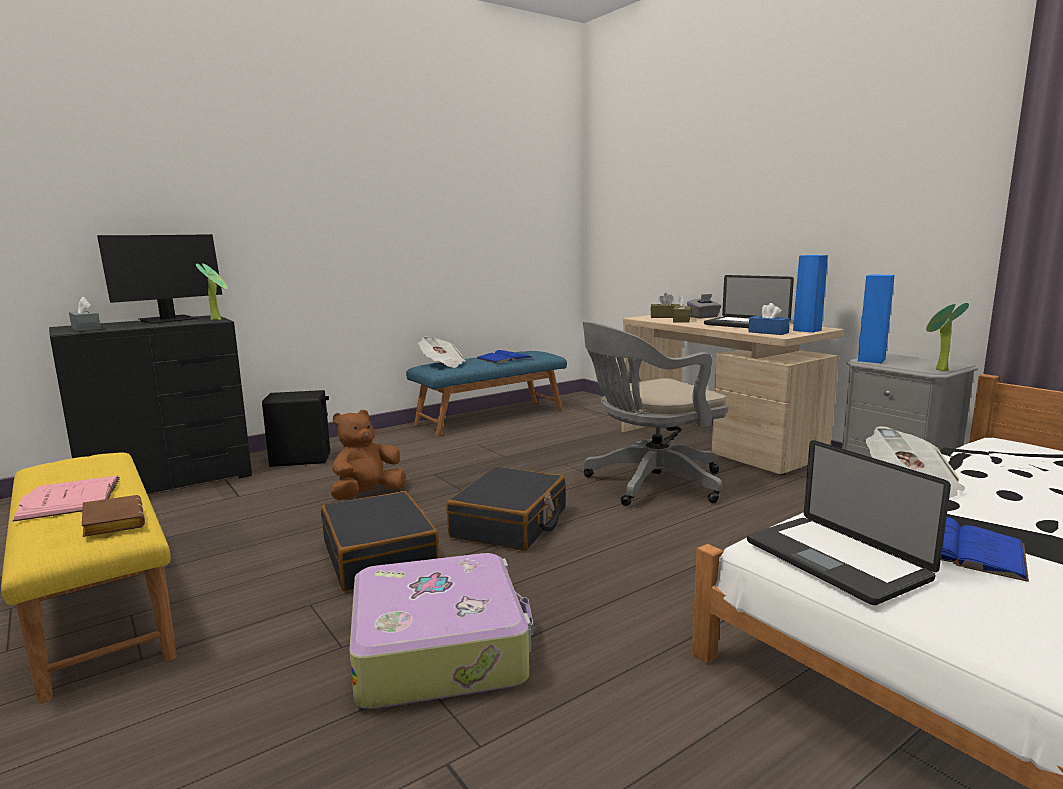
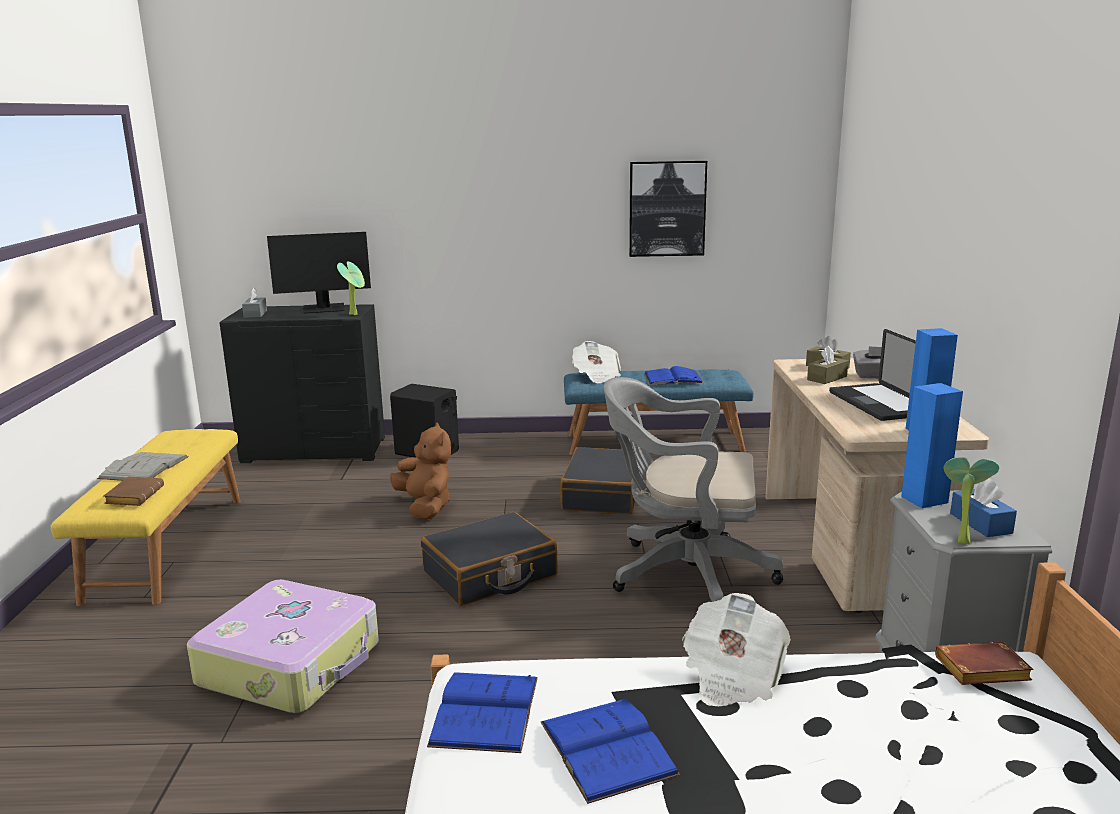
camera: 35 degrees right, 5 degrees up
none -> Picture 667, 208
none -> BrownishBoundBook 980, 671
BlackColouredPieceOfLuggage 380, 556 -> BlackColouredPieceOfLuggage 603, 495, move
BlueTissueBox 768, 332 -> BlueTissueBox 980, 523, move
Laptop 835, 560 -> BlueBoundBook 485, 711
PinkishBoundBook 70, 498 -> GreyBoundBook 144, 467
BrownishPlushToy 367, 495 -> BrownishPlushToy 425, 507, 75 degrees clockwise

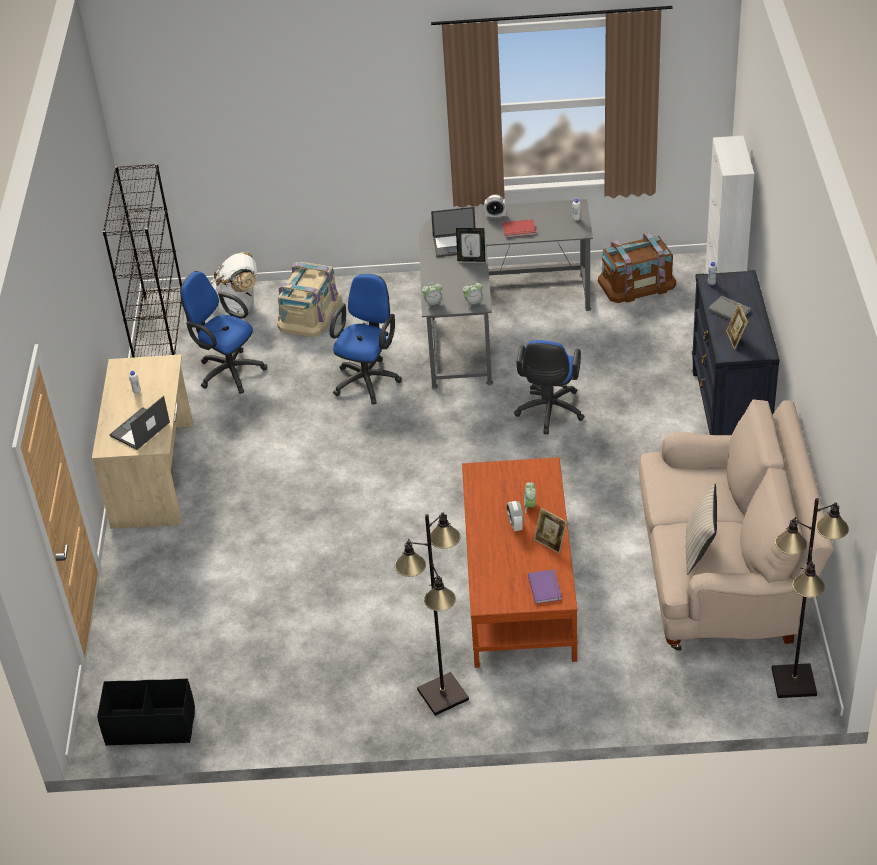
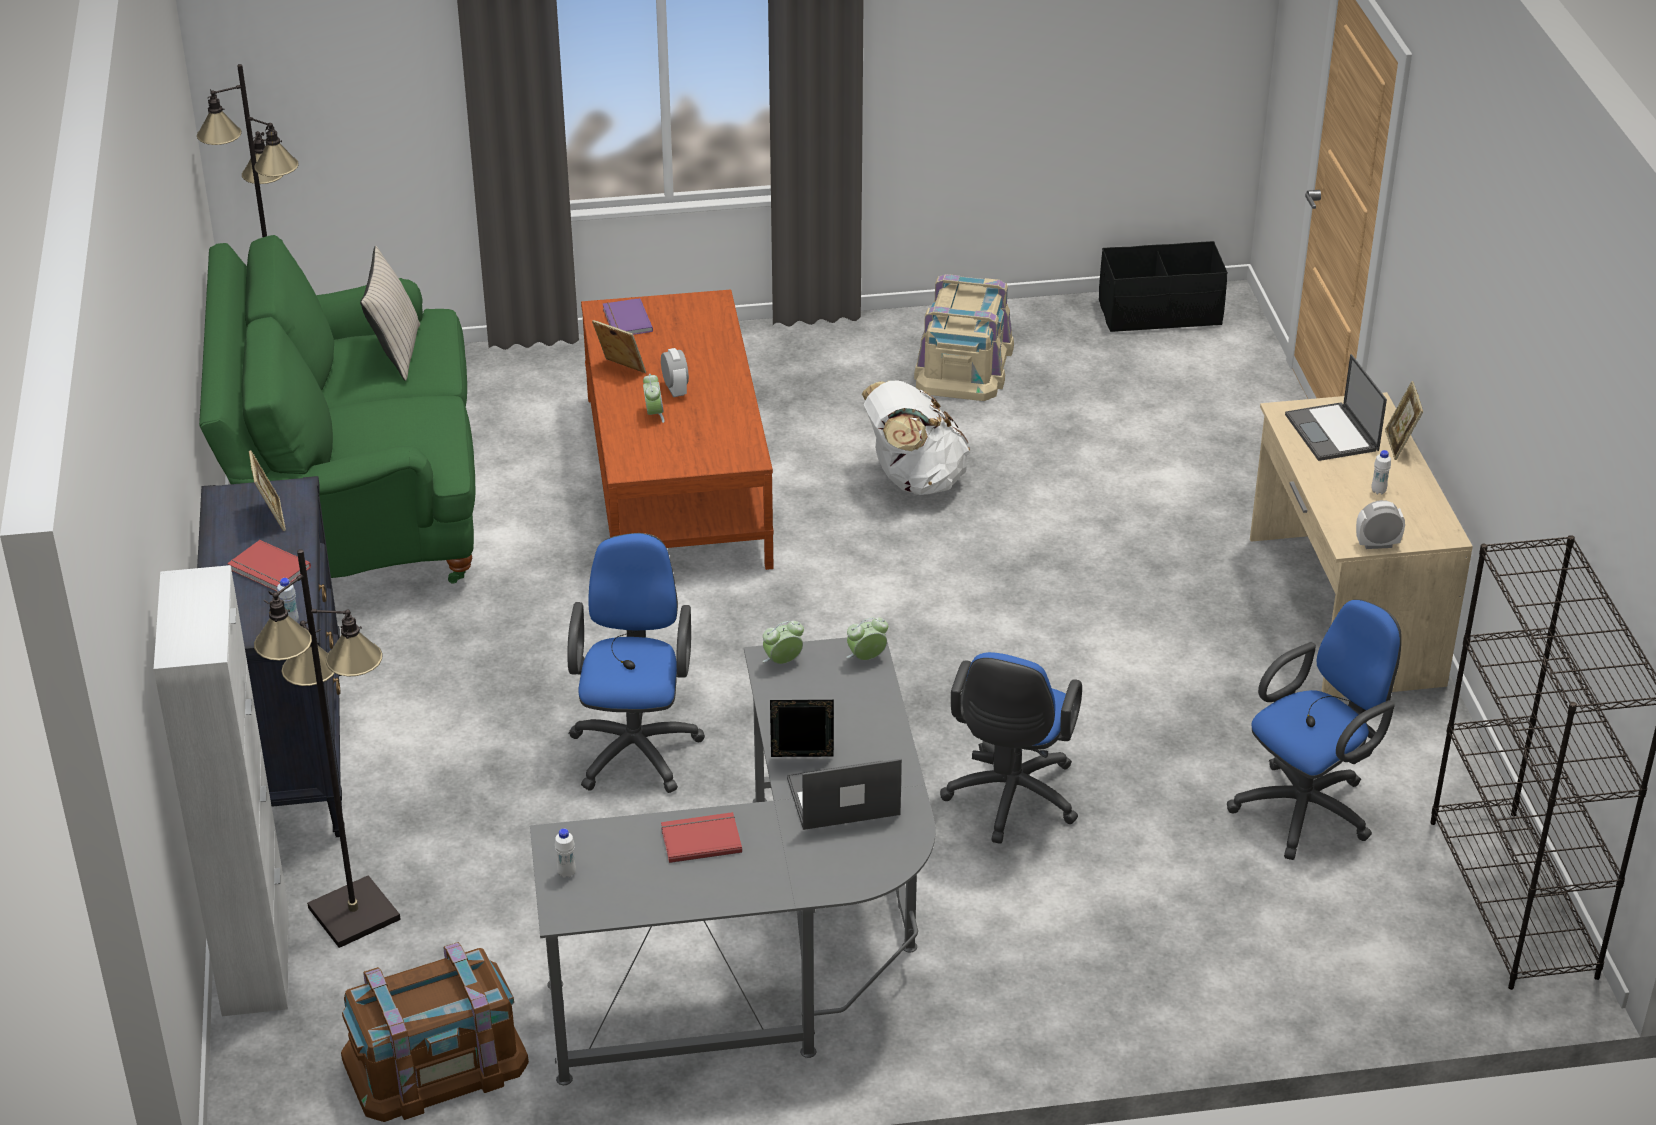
camera: 170 degrees right, 5 degrees down
none -> StandingFrame 1400, 445
WhiteKnapsack 237, 308 -> WhiteKnapsack 913, 480, move
BeigeStorageContainer 309, 312 -> BeigeStorageContainer 965, 363, move
BlackColouredFloorLamp 443, 695 -> BlackColouredFloorLamp 352, 913, move
AlarmClock 495, 216 -> AlarmClock 1377, 544, move
BeigeSettee 724, 575 -> GreenColouredSettee 355, 504
GreyBoundBook 729, 310 -> ReddishBoundBook 268, 570
Laptop 139, 430 -> Laptop 1332, 433, 135 degrees clockwise
BlueDeskChair 228, 371 -> BlueDeskChair 1309, 808, 60 degrees counterclockwise

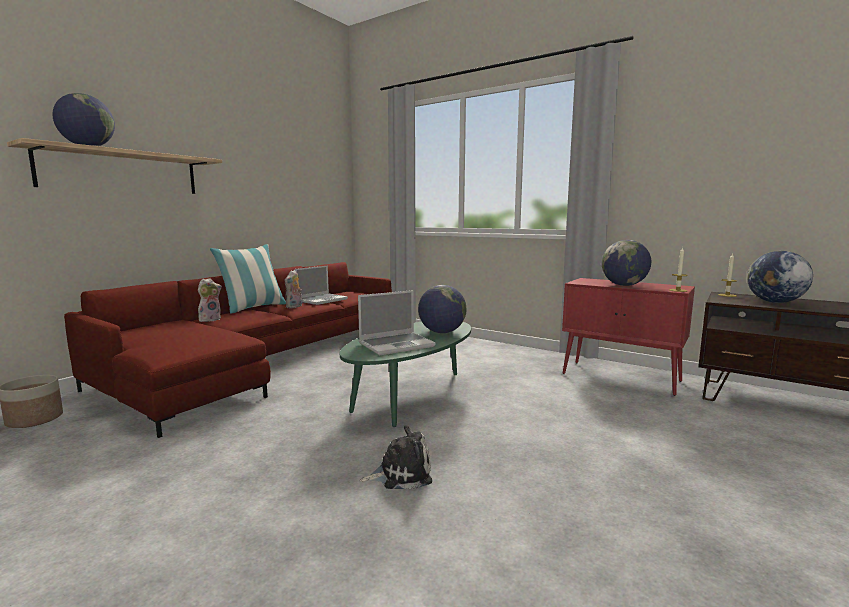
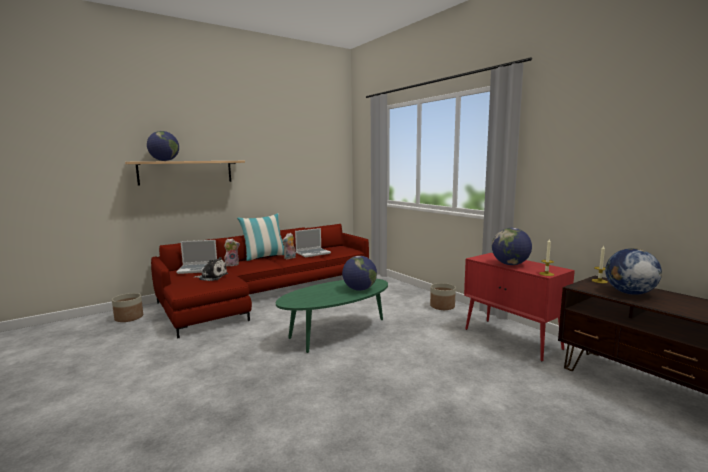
camera: 20 degrees right, 0 degrees up
none -> FlowerPot 442, 306
Laptop 397, 345 -> Laptop 198, 269, move
PlushToy 401, 474 -> PlushToy 212, 277, move

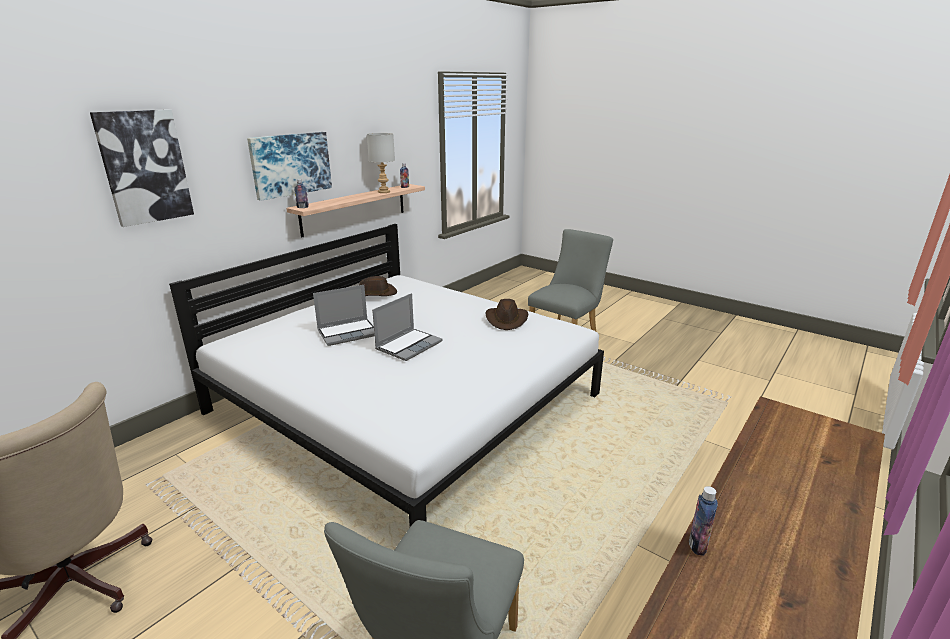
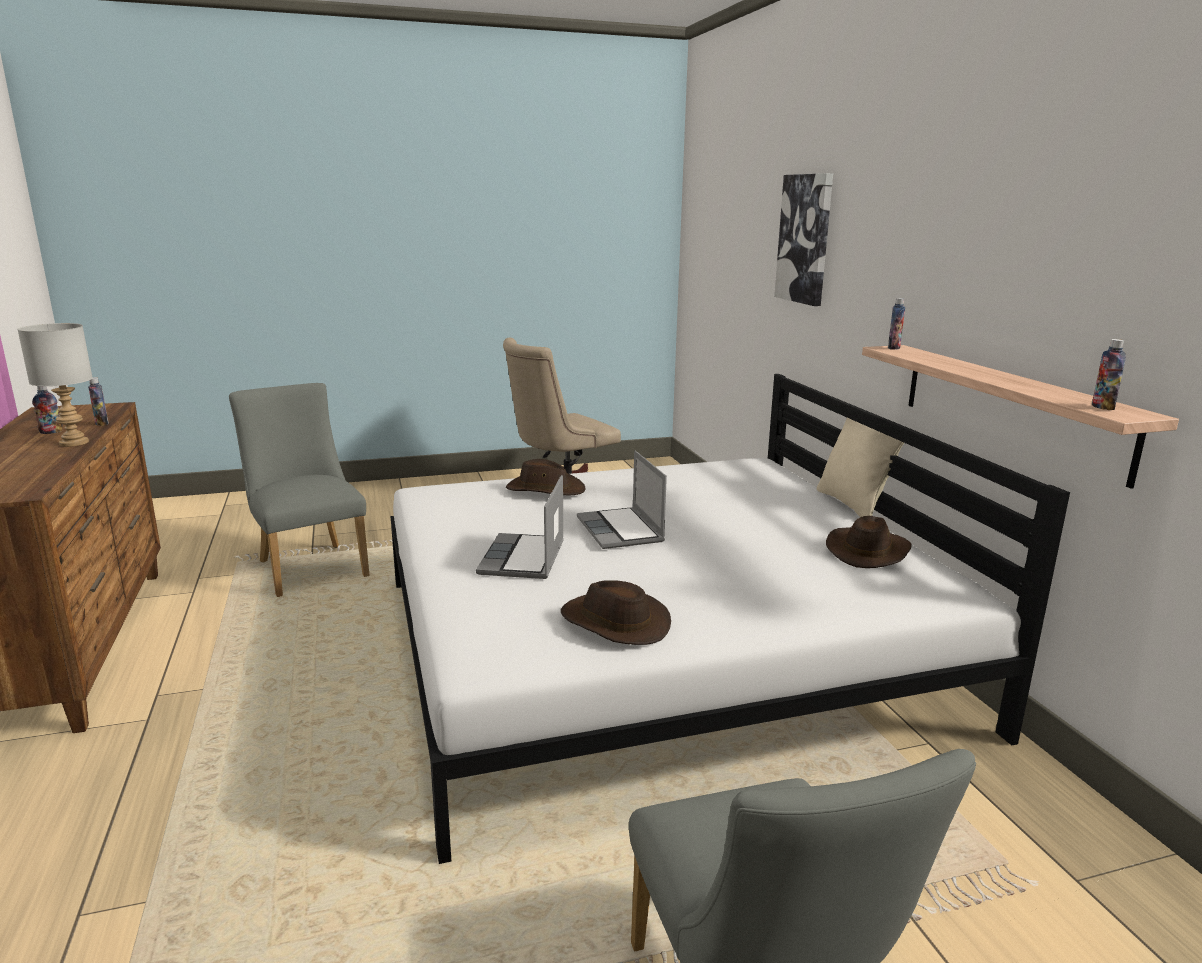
camera: 125 degrees right, 5 degrees down
Picture 290, 164 -> none
none -> DrinkBottle 51, 432
none -> BrownishHat 545, 489
none -> BeigeThrowPillow 853, 504
Laptop 348, 333 -> Laptop 523, 559, move
GreyTabletopLamp 383, 192 -> GreyTabletopLamp 75, 443, move

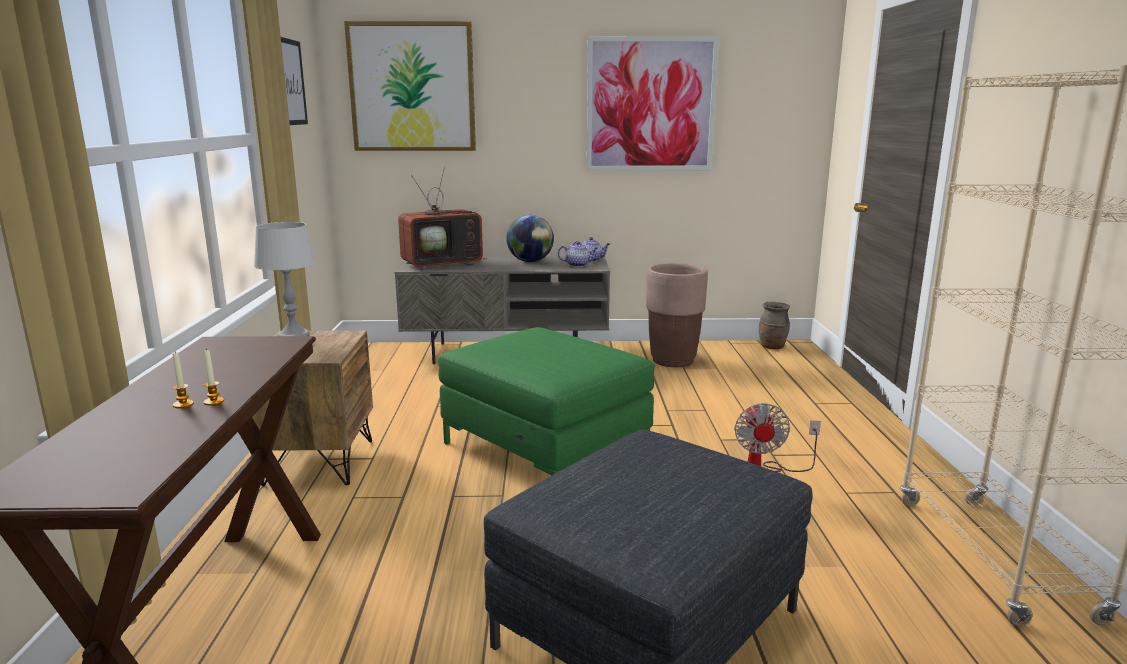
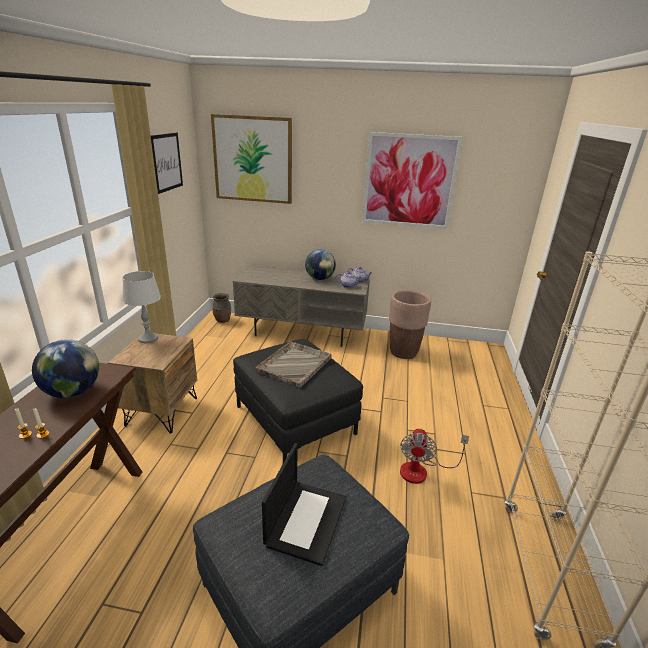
camera: 10 degrees right, 10 degrees up
Tv 443, 264 -> none
none -> WorldGlobe 73, 392
none -> GreyTray 295, 364
none -> Laptop 306, 520
BrownishFlowerVase 772, 347 -> BrownishFlowerVase 222, 320, move
GreenColouredFootrest 544, 448 -> BlackColouredFootrest 294, 419

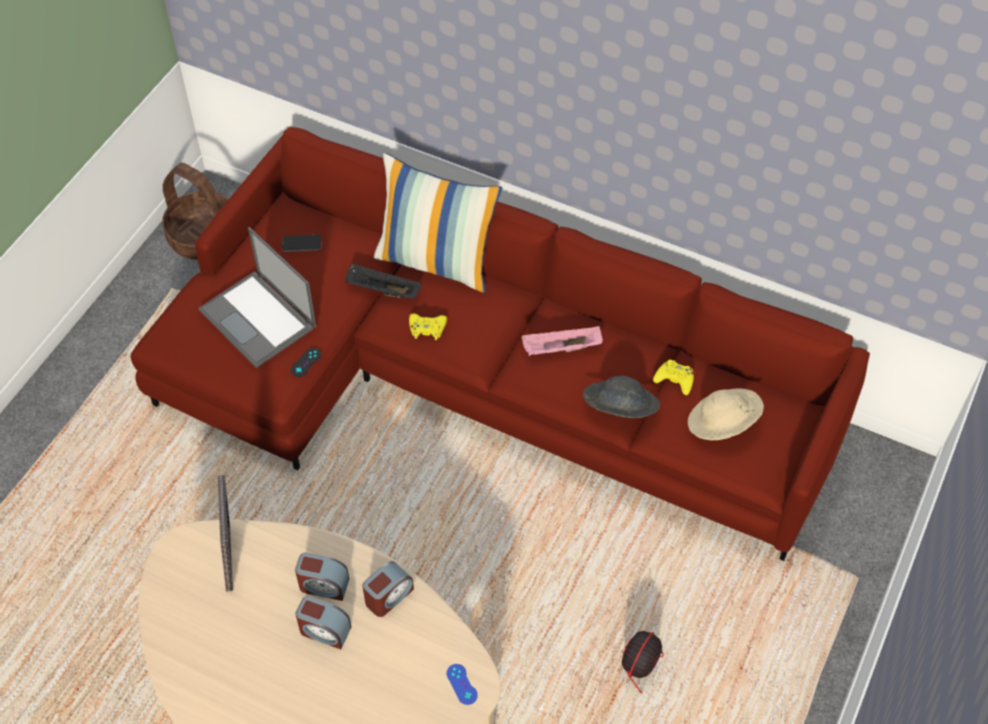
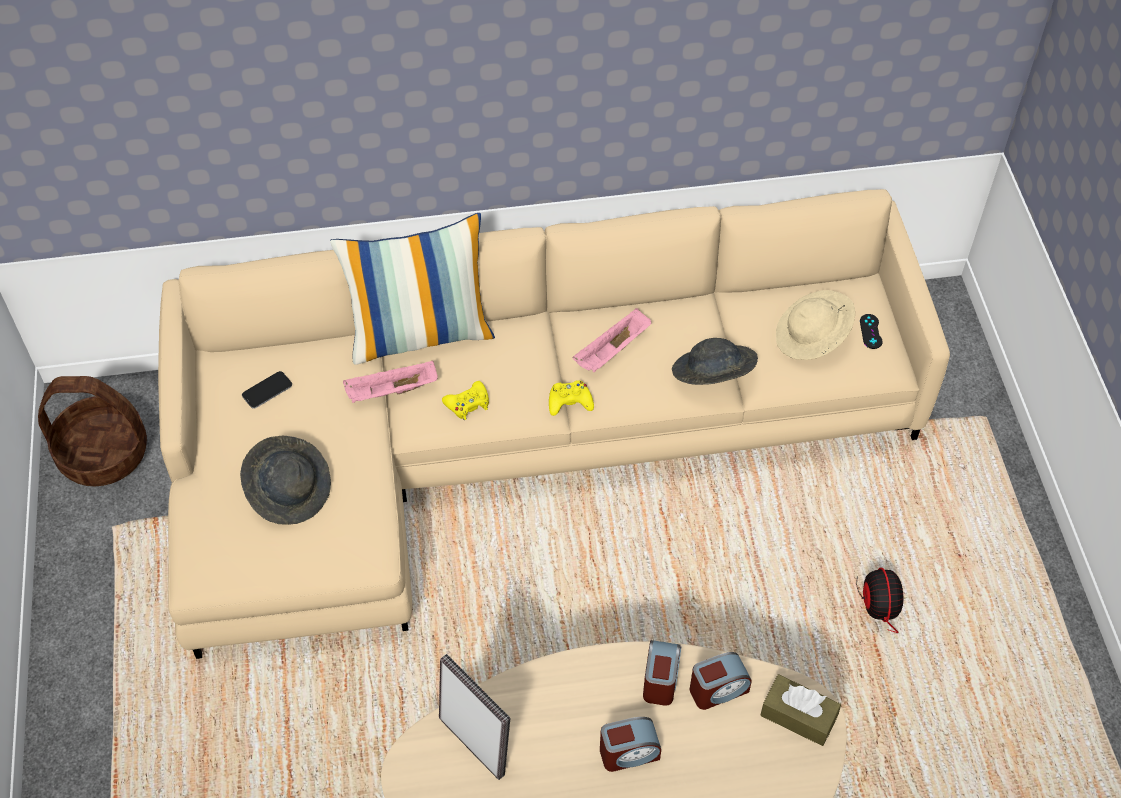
camera: 35 degrees left, 0 degrees up
BlackColouredJoypad 306, 362 -> BlackColouredJoypad 870, 331, move
AlarmClock 323, 585 -> AlarmClock 718, 689, move
YellowColouredJoypad 674, 380 -> YellowColouredJoypad 569, 402, move
Laptop 259, 319 -> GreyHat 290, 490
BlueJoypad 462, 684 -> BrownishTissueBox 798, 716
ReddishSettee 478, 382 -> BeigeSettee 515, 438
BlackColouredTray 382, 290 -> PinkishTray 391, 391

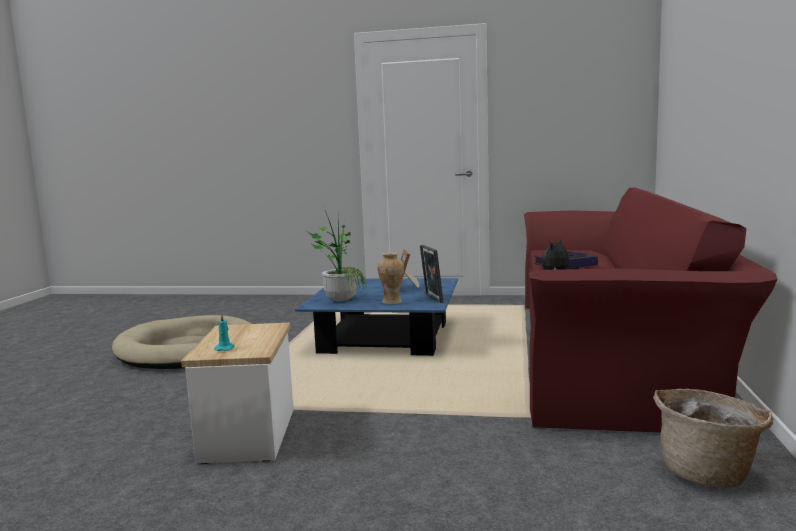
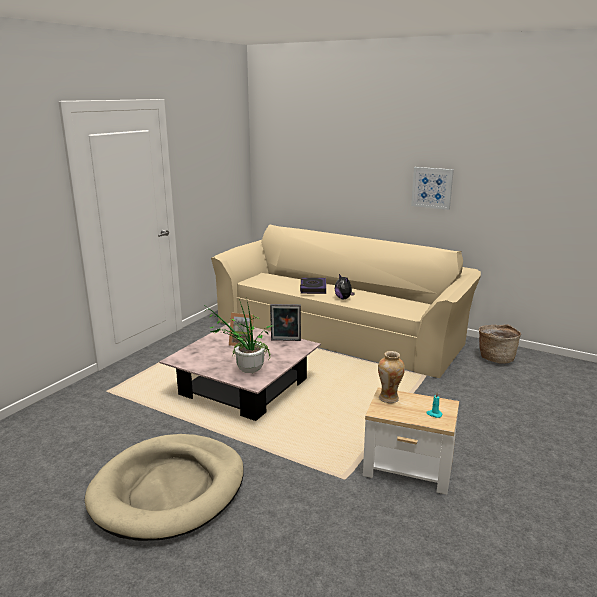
camera: 70 degrees left, 10 degrees up
none -> Picture 432, 187
FlowerVase 392, 302 -> FlowerVase 389, 398, move
BlueLoungeTable 386, 338 -> PinkishLoungeTable 245, 386
ReddishSettee 609, 349 -> BeigeSettee 340, 330

